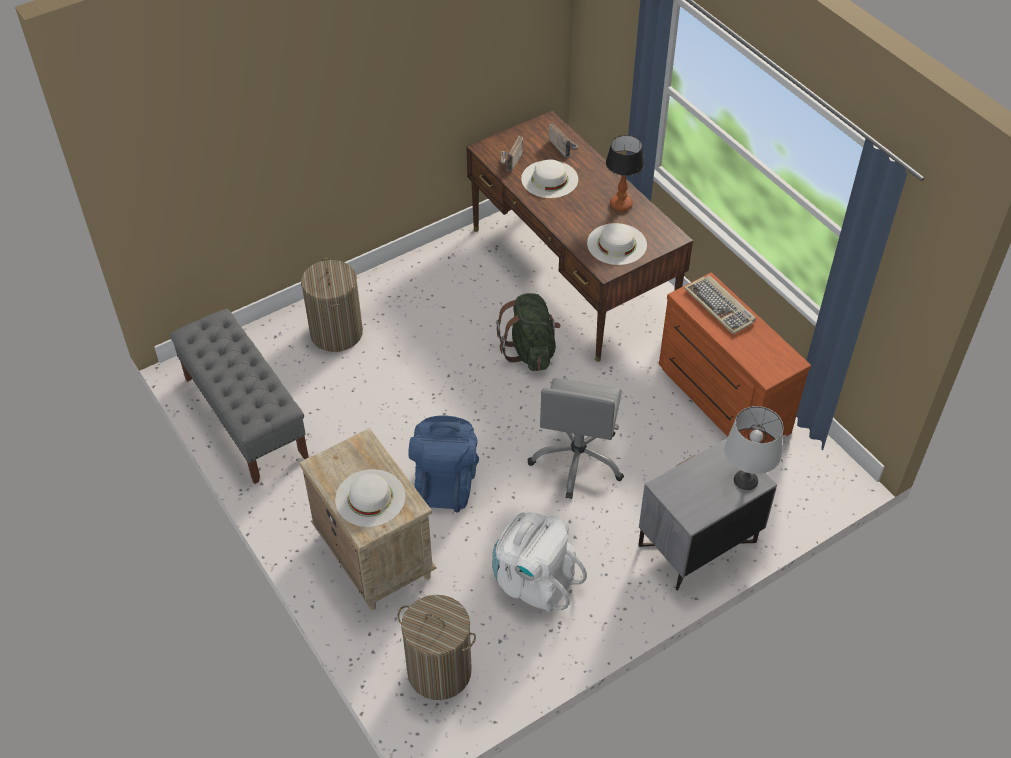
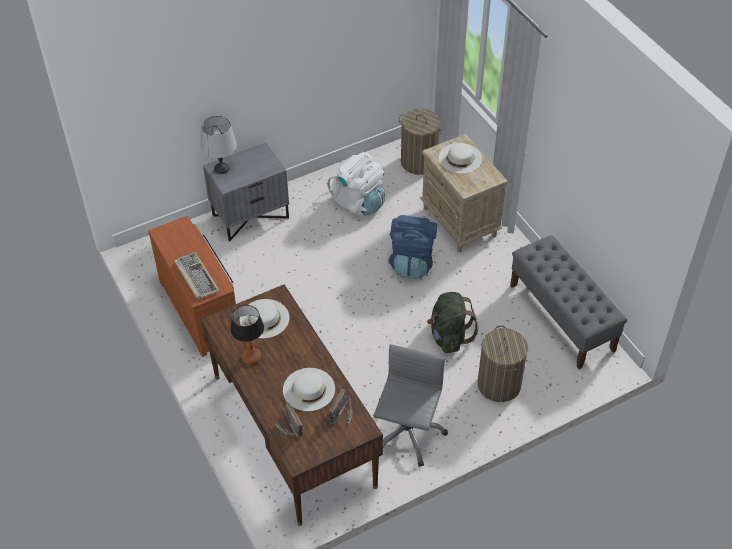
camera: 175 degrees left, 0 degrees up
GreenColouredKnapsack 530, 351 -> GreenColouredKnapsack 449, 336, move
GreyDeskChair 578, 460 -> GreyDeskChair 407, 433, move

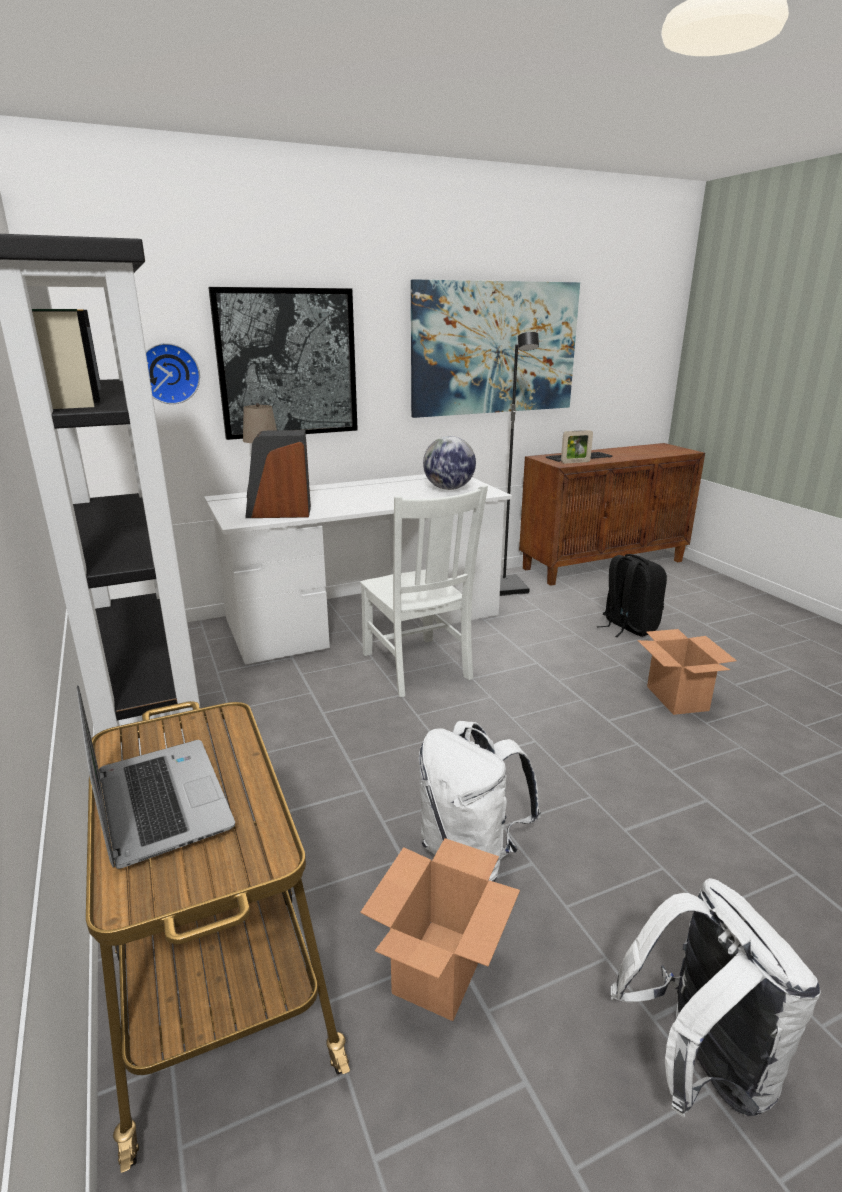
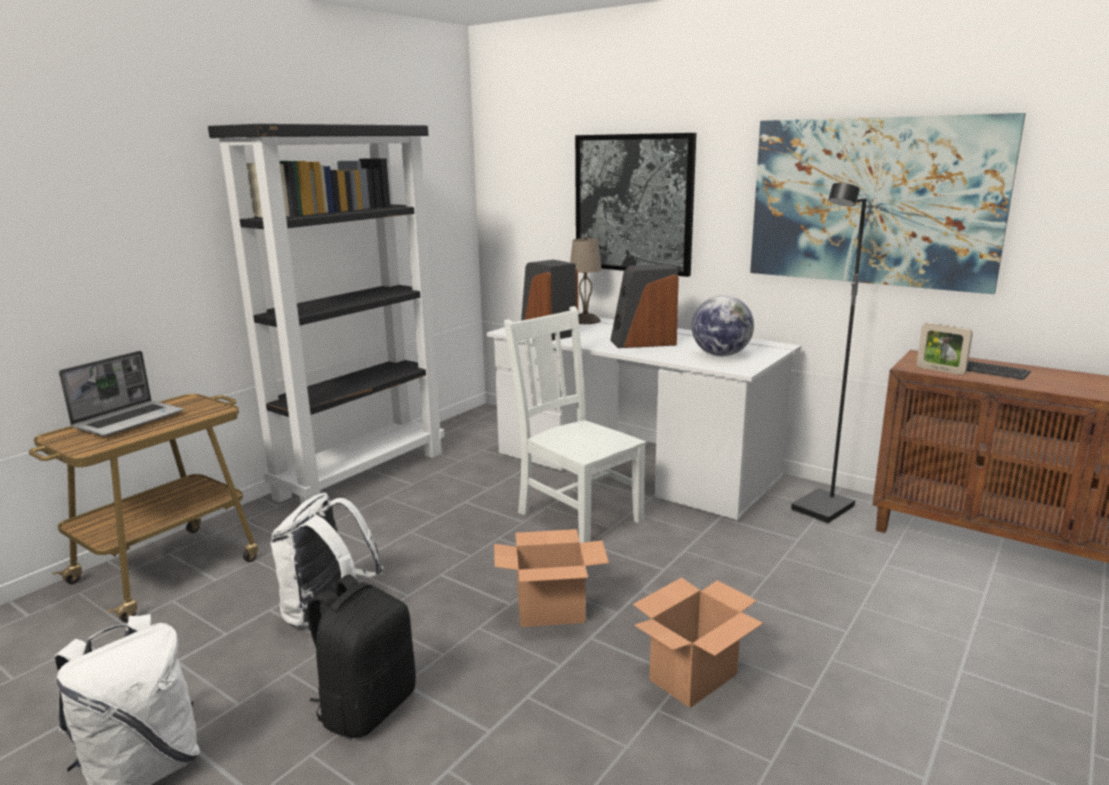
camera: 60 degrees right, 5 degrees down
ClockOnTheWall 169, 373 -> none
none -> AudioSpeaker 643, 342
Carton 440, 967 -> Carton 551, 611, move
BlackColouredKnapsack 628, 627 -> BlackColouredKnapsack 367, 707, move
WhitePlainChair 417, 667 -> WhitePlainChair 577, 515, 105 degrees clockwise

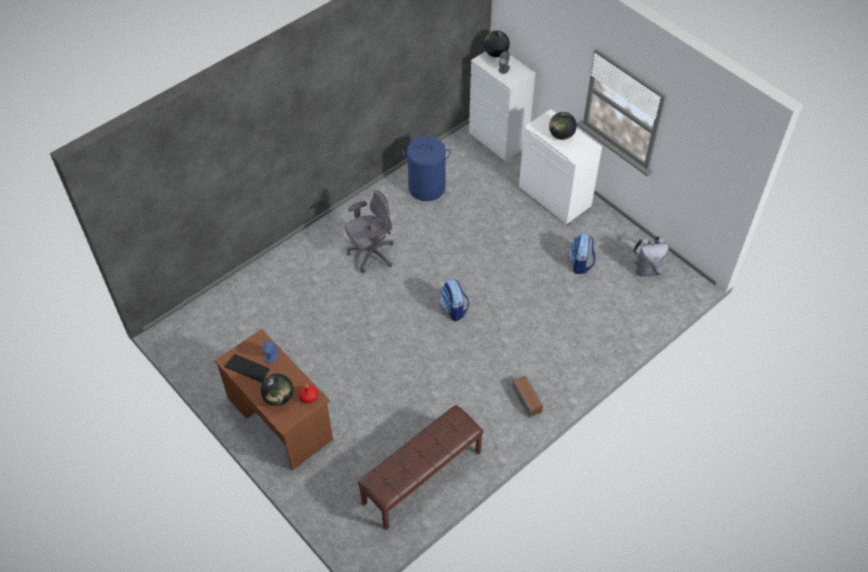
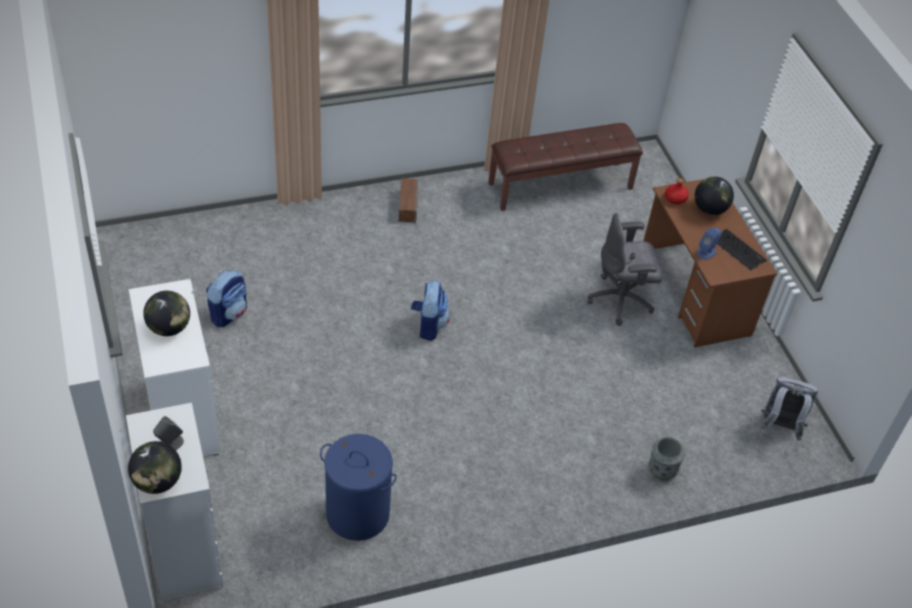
camera: 160 degrees left, 5 degrees down
none -> GreyFlowerVase 661, 471
GreyDeskChair 371, 254 -> GreyDeskChair 621, 300, move
GreyKnapsack 647, 269 -> GreyKnapsack 779, 426, move

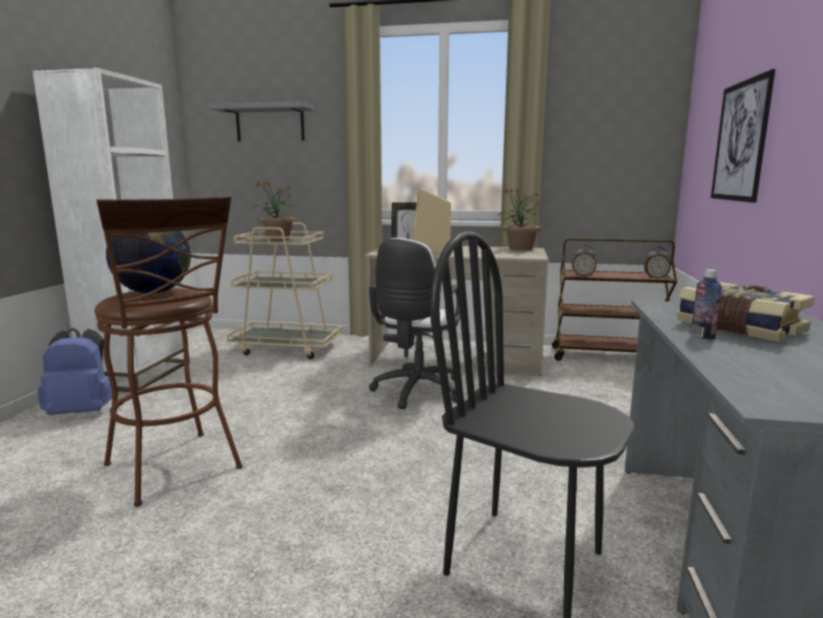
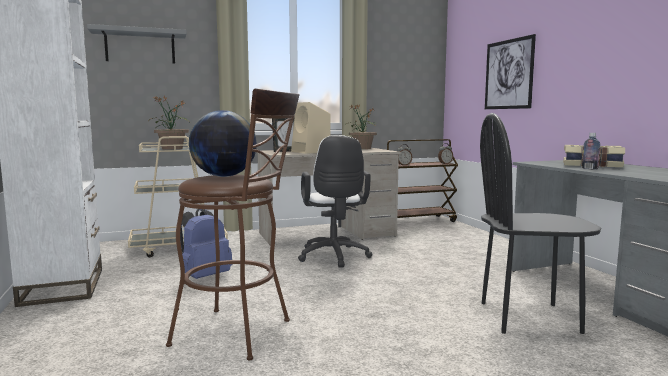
camera: 30 degrees left, 5 degrees down
BlueKnapsack 82, 411 -> BlueKnapsack 204, 277, move

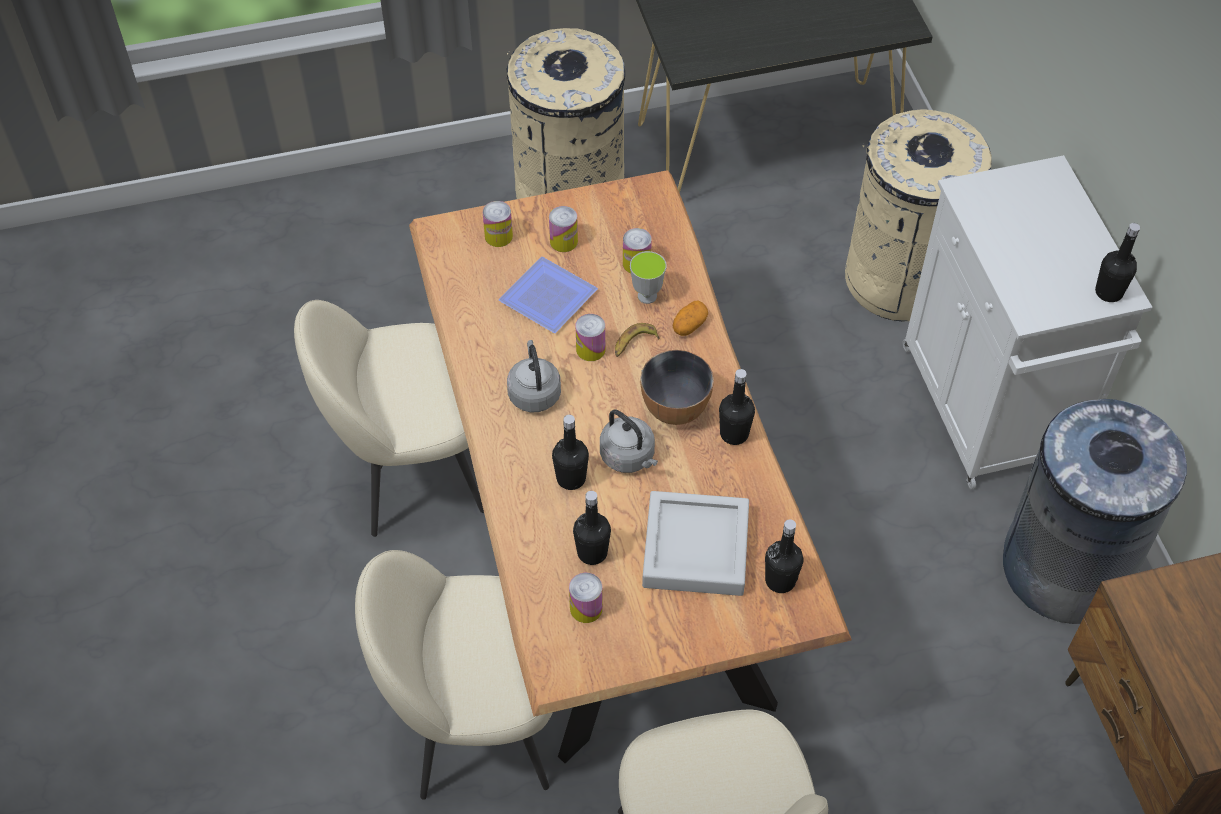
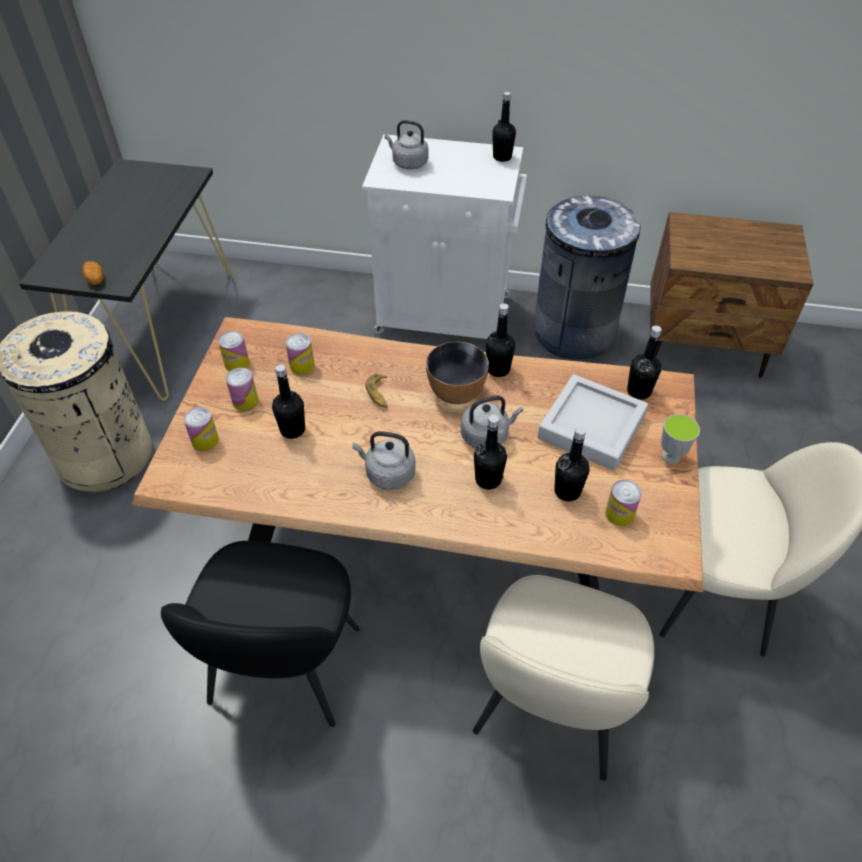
camera: 65 degrees left, 5 degrees down
BeigeWasteBin 900, 279 -> none
none -> GreyTeaKettle 408, 163
Can 590, 349 -> Can 237, 363, move
DrinkingCup 647, 296 -> DrinkingCup 671, 456, move
WholePotato 689, 325 -> WholePotato 95, 279, move
Plate 548, 295 -> BlackColouredDrinkBottle 292, 430
BeigePlainChair 410, 468 -> BlackColouredPlainChair 283, 669

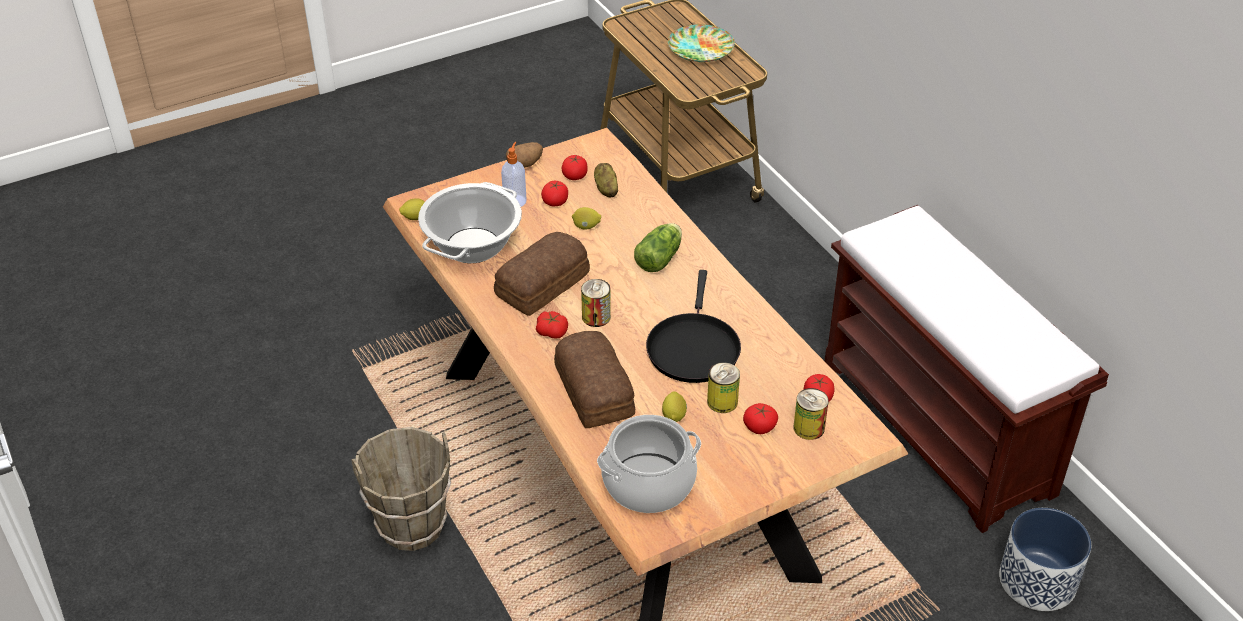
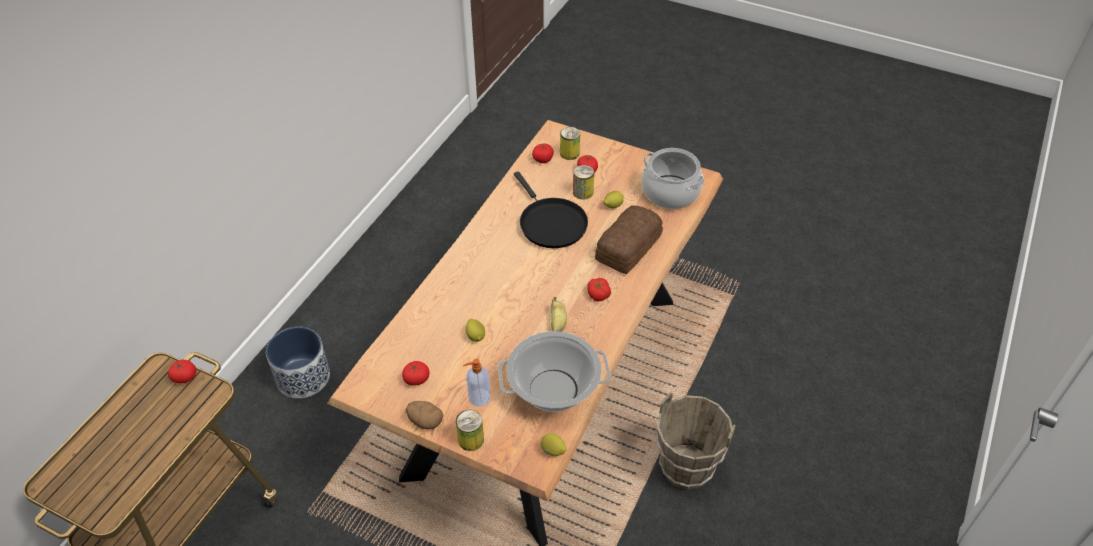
camera: 125 degrees left, 5 degrees up
WholePotato 606, 189 -> none
LettuceHead 660, 257 -> none
Plate 700, 48 -> none
BrownishLongSeat 939, 428 -> none
WholeTomato 555, 201 -> WholeTomato 184, 377, move
Can 596, 317 -> Can 471, 439, move
FlowerPot 1037, 581 -> FlowerPot 303, 377, move
BakedBread 544, 284 -> Banana 558, 323
BlackColouredPan 693, 348 -> BlackColouredPan 550, 223, 90 degrees clockwise

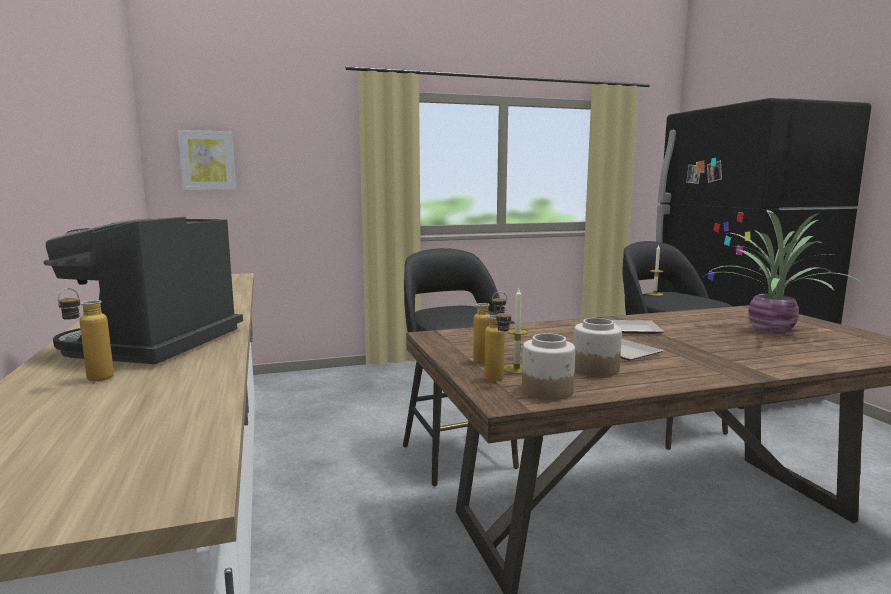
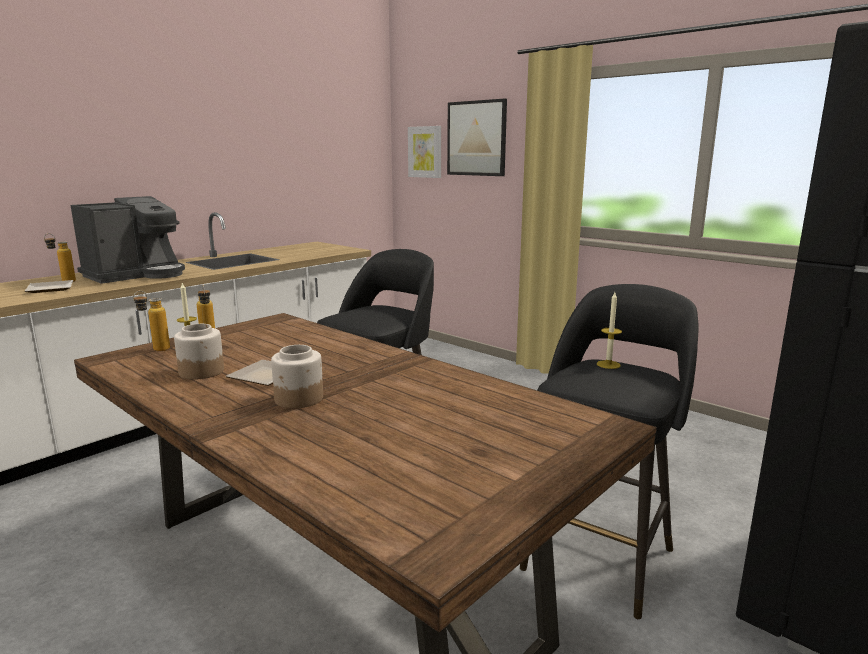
camera: 60 degrees right, 5 degrees up
PottedPlant 769, 330 -> none
none -> Picture 476, 138
StorageJar 548, 391 -> StorageJar 299, 399, move
Plate 637, 330 -> Plate 48, 289, move
CoffeeMachine 155, 344 -> CoffeeMachine 136, 275, 150 degrees clockwise

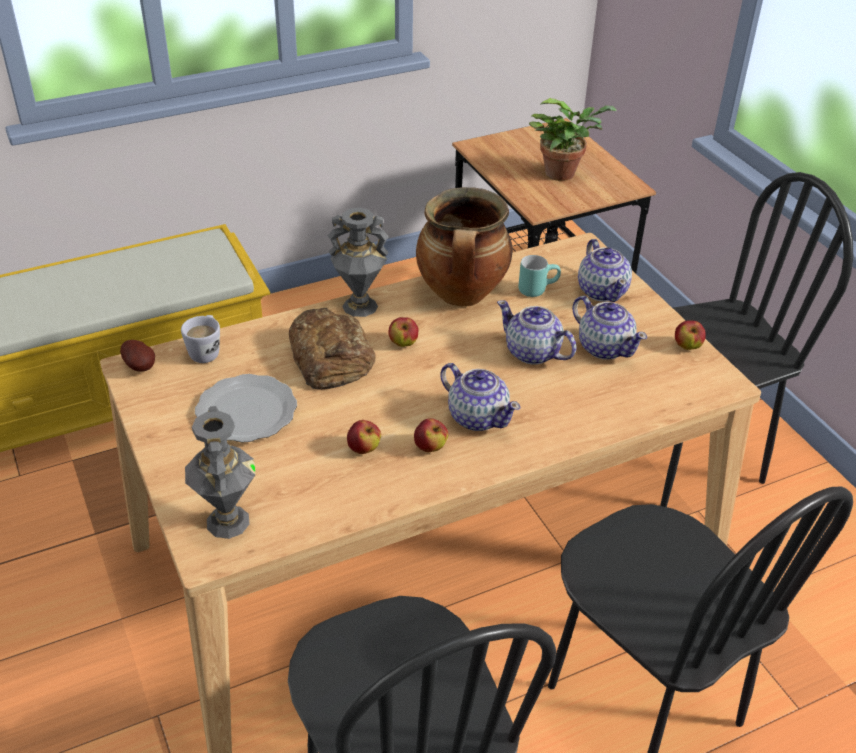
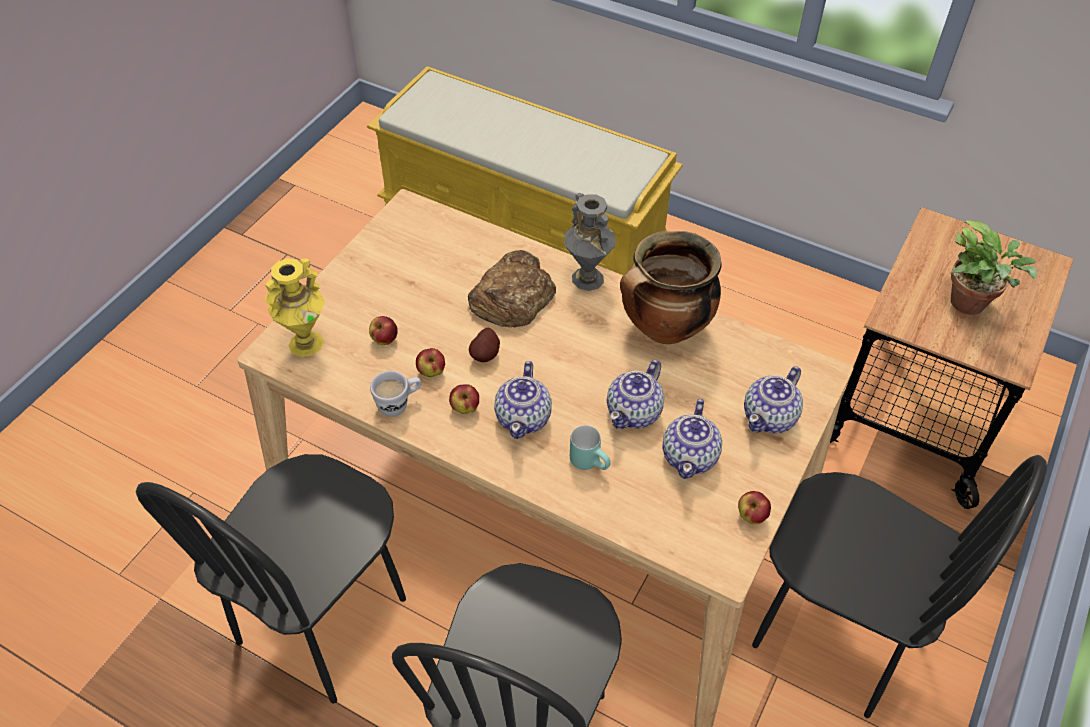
camera: 55 degrees right, 10 degrees up
Plate 246, 412 -> none
WholePotato 141, 367 -> WholePotato 486, 355, move
WhiteMug 206, 351 -> WhiteMug 399, 404, move
Apple 403, 343 -> Apple 384, 339, move
TurquoiseColouredMug 537, 288 -> TurquoiseColouredMug 591, 462, move
GreyFlowerVase 226, 521 -> YellowColouredFlowerVase 305, 342
Teapot 533, 353 -> Teapot 634, 412, 150 degrees counterclockwise

